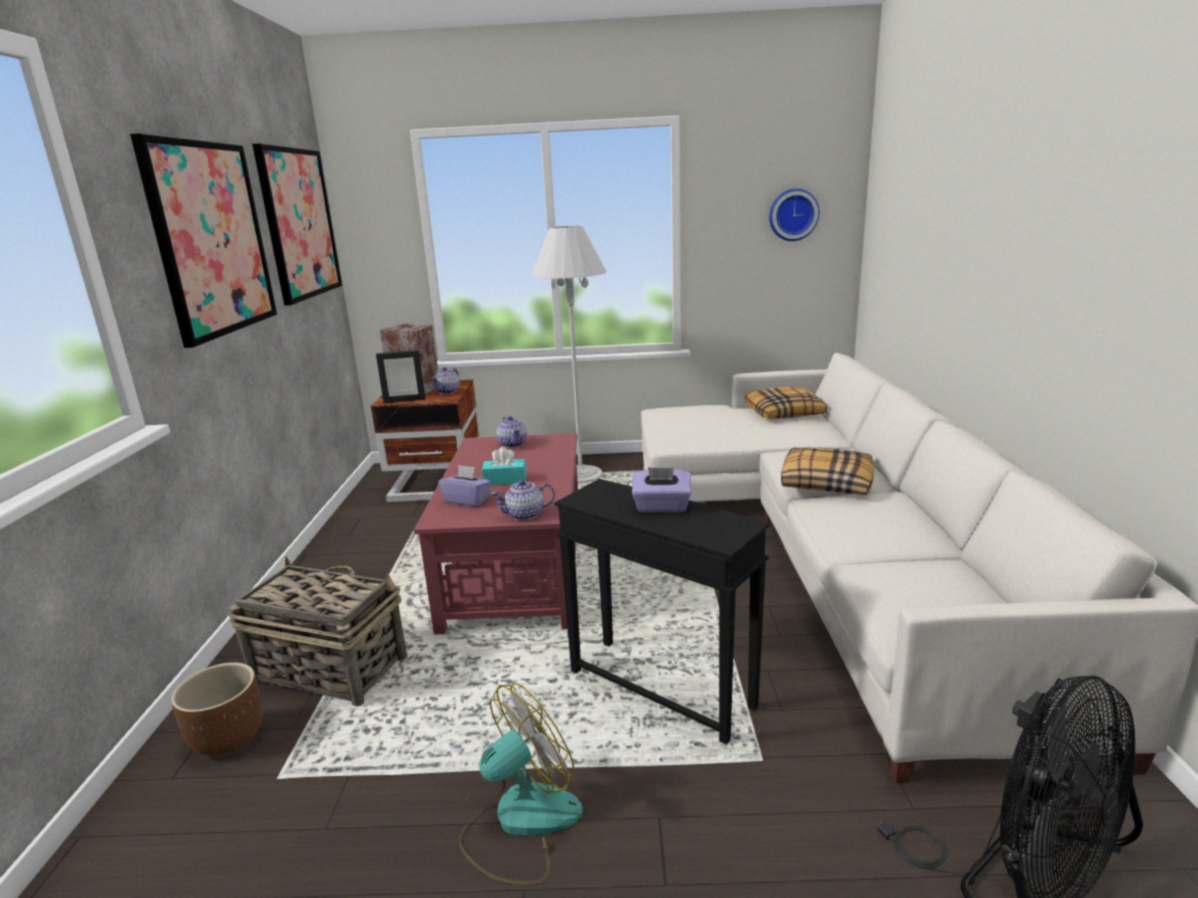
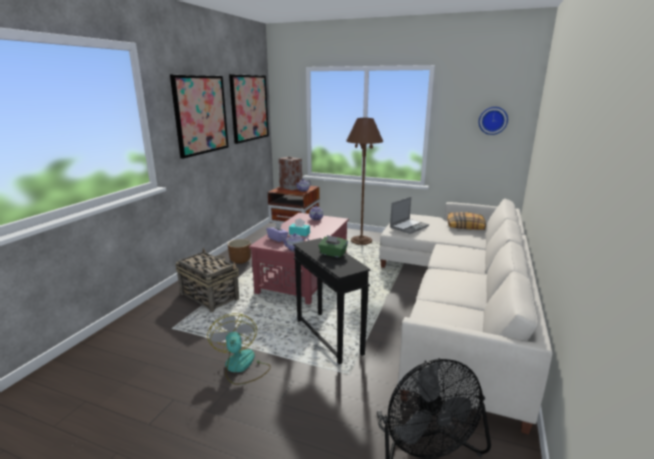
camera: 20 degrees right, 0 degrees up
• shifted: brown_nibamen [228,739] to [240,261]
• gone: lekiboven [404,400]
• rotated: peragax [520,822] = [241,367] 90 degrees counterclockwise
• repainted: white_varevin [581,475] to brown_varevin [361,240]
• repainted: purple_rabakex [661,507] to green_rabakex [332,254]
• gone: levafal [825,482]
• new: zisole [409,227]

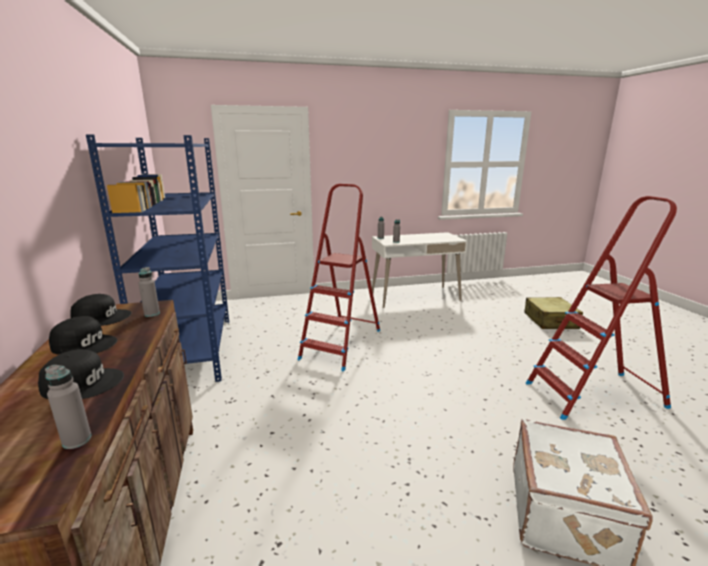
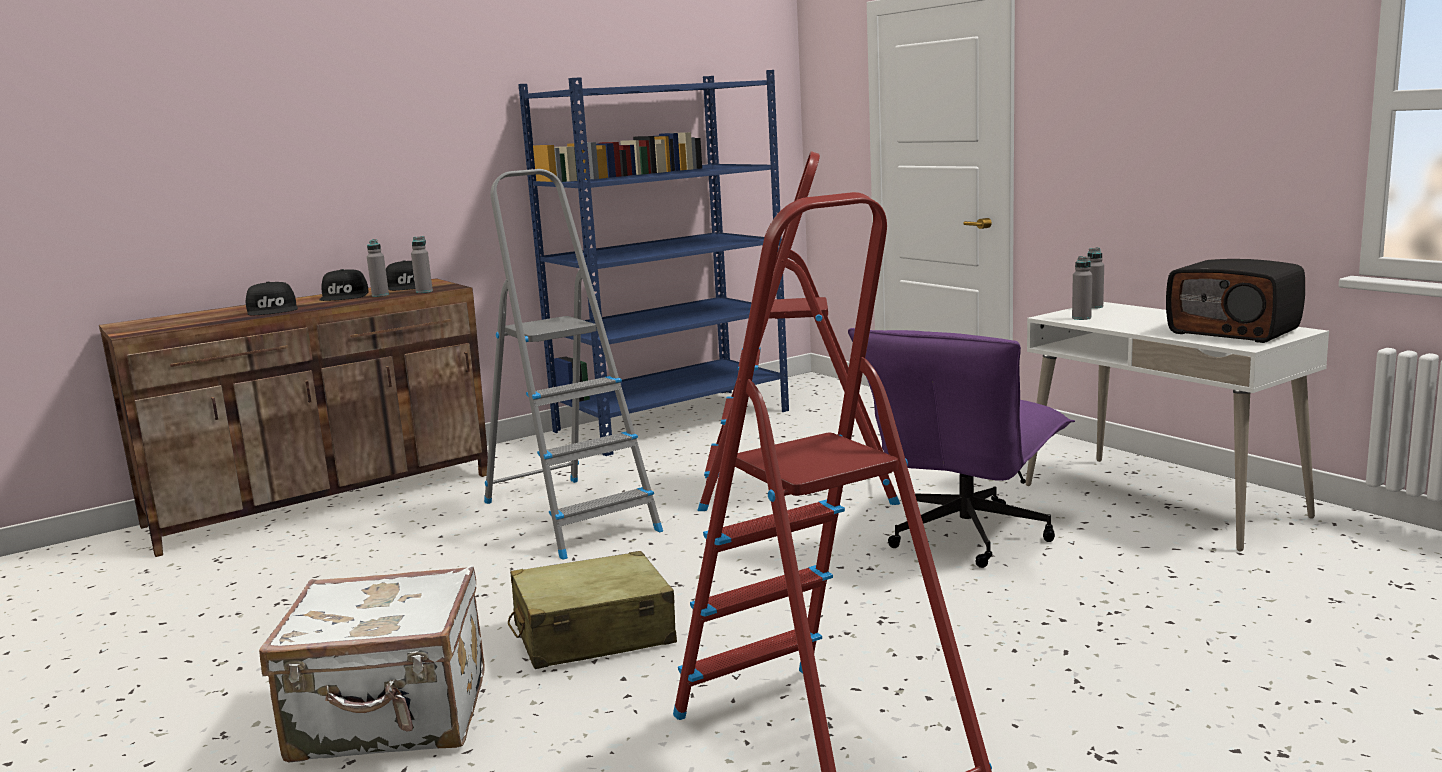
camera: 70 degrees right, 5 degrees down
• shifted: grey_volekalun [77,440] to [380,295]
• shifted: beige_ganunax [550,321] to [592,634]
• new: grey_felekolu [570,516]
• new: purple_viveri [968,534]
• new: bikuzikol [1234,331]

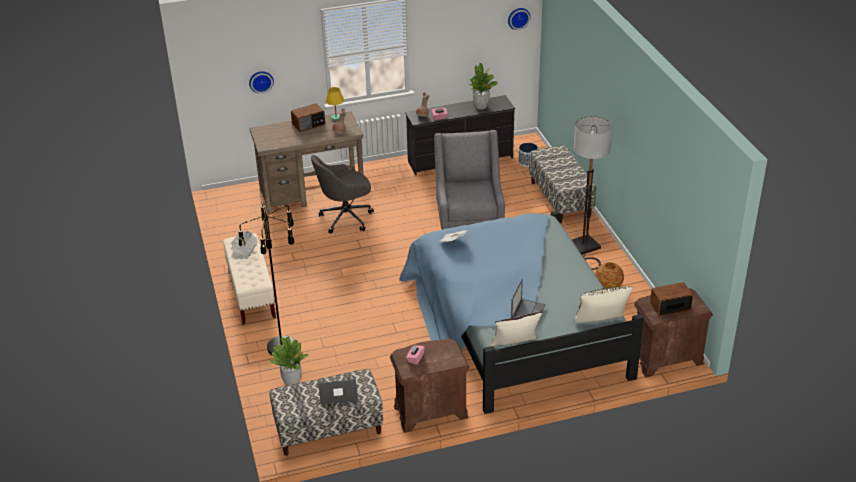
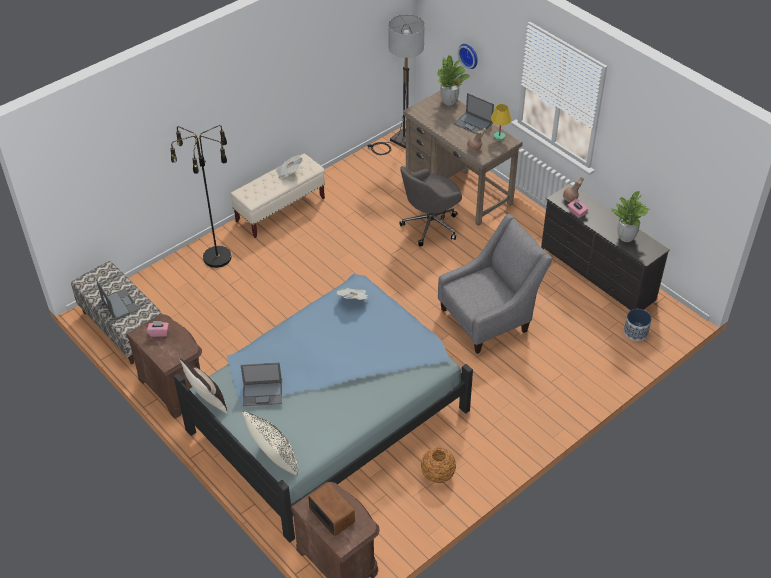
camera: 65 degrees right, 10 degrees up
• shifted: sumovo [292,382] to [449,102]
• swapped: bikuzikol [309,124] to zisole [473,124]
• rotated: grey_viveri [345,219] = [430,227] 75 degrees counterclockwise
• gone: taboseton [518,18]
• gone: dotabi [560,200]
• shifted: varevin [586,251] to [398,142]

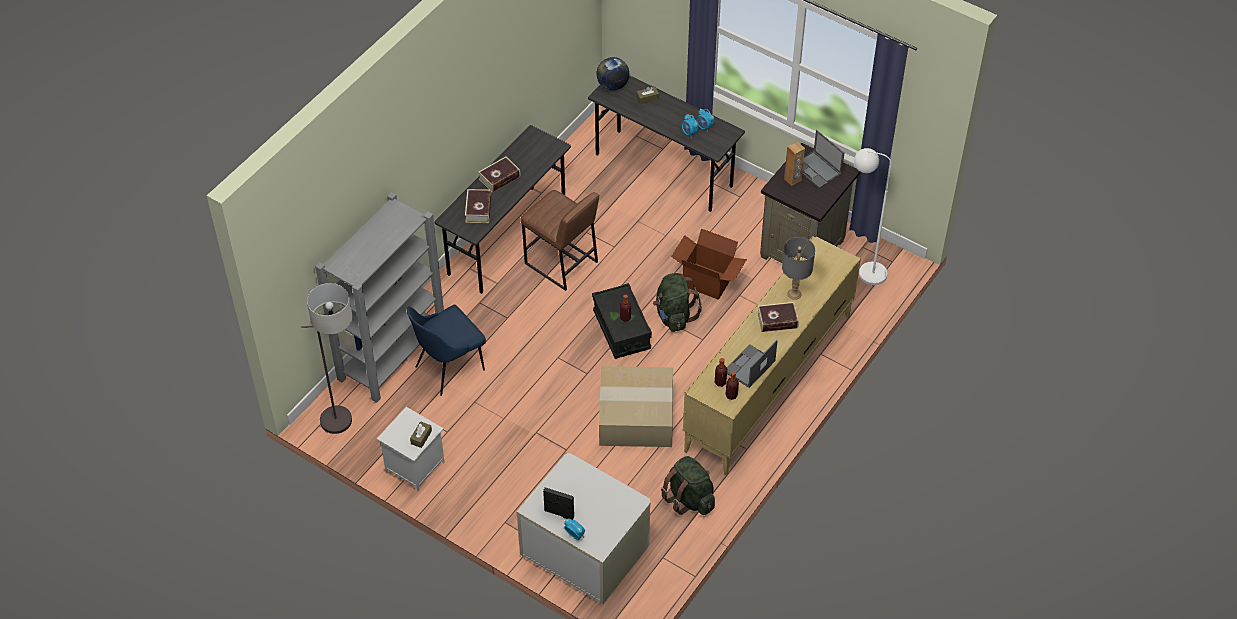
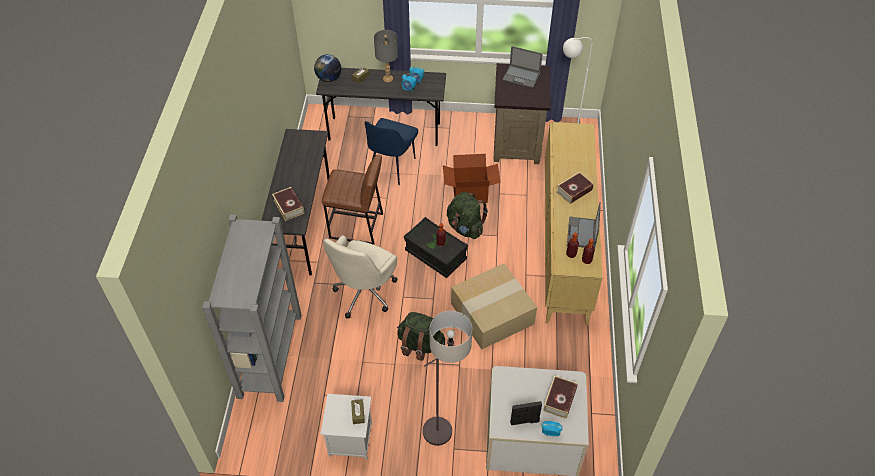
camera: 30 degrees left, 0 degrees up
• shifted: grey_varevin [346,420] to [444,427]
• shifted: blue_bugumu [449,369] to [391,167]
• shifted: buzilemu [499,178] to [559,399]
• shifted: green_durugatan [689,498] to [420,345]
• shifted: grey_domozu [794,294] to [388,79]
• gone: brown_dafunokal [792,179]
• new: beige_viveri [364,293]

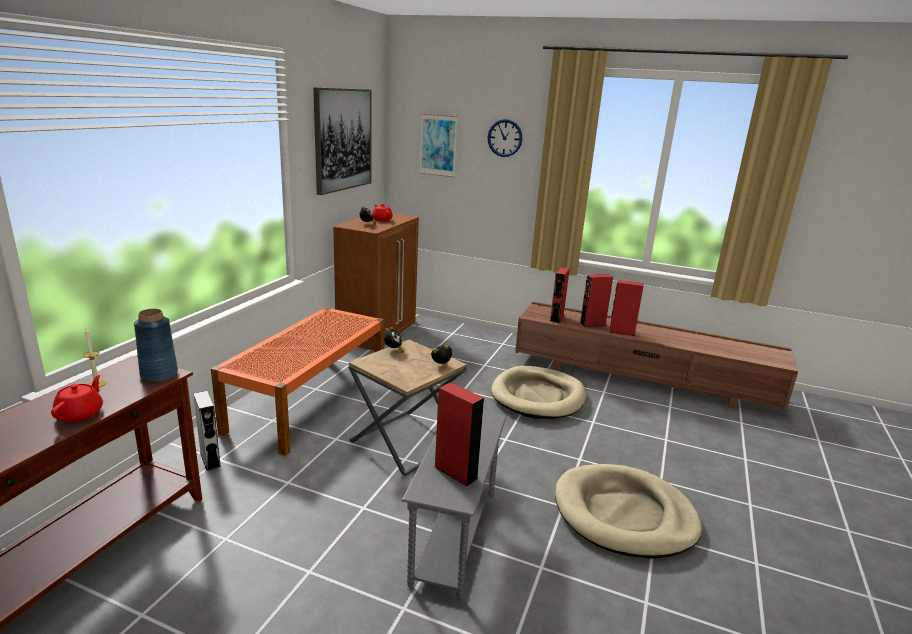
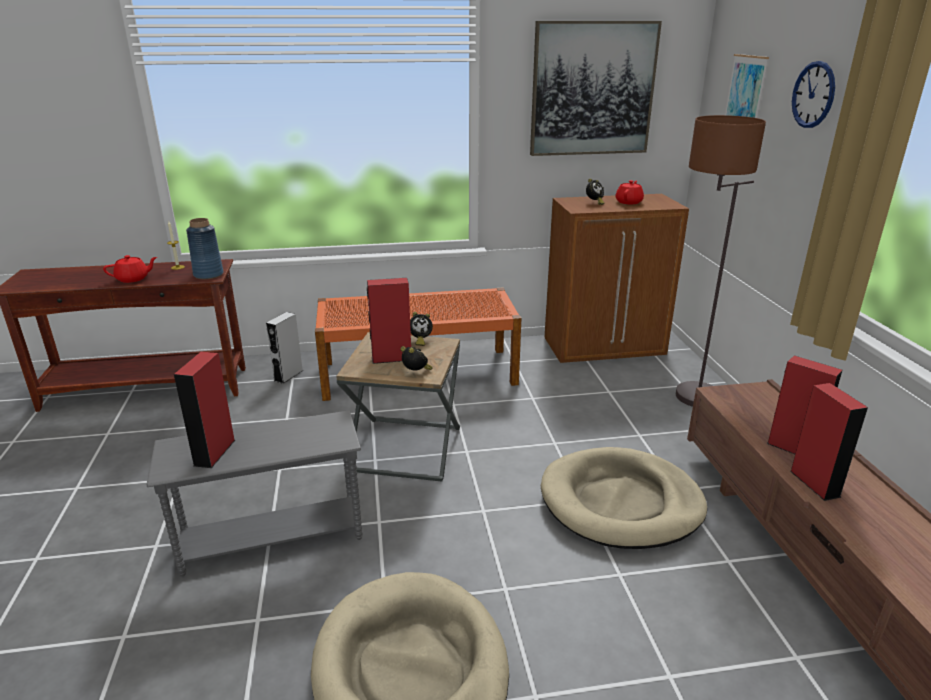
camera: 60 degrees right, 5 degrees up
• shifted: red_dafunokal [556,318] to [391,358]
• new: brown_varevin [688,400]

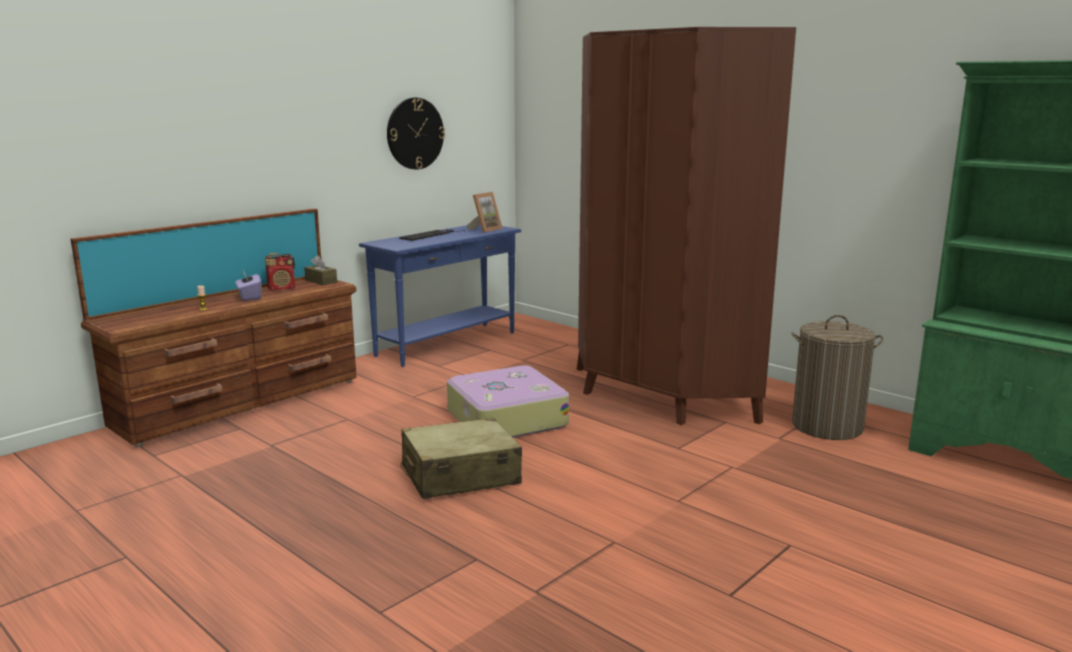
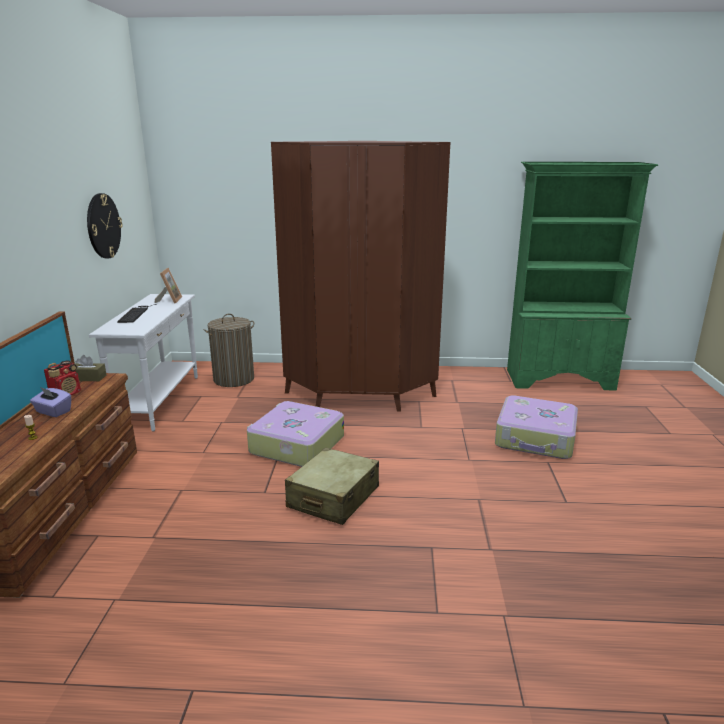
camera: 40 degrees left, 5 degrees up
• repainted: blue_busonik [447,344] to white_busonik [159,401]
• shifted: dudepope [827,426] to [234,379]
• new: ganunax [536,438]

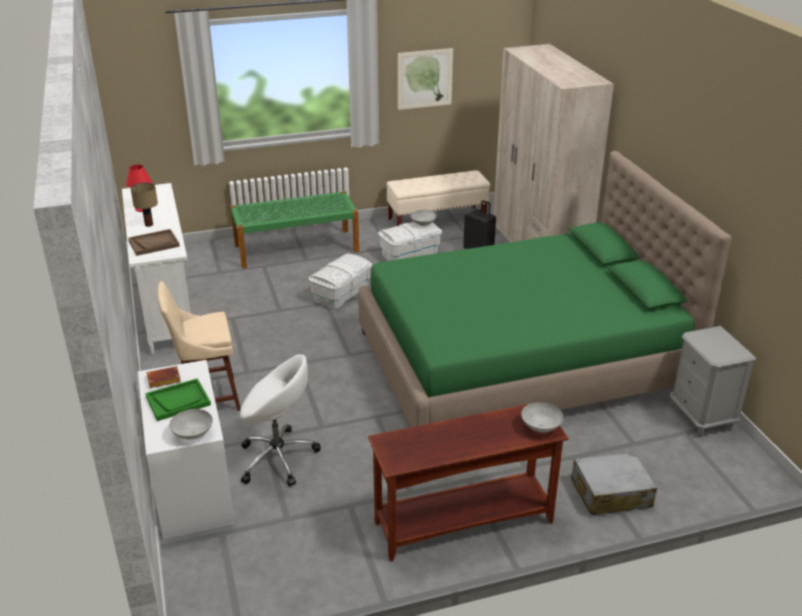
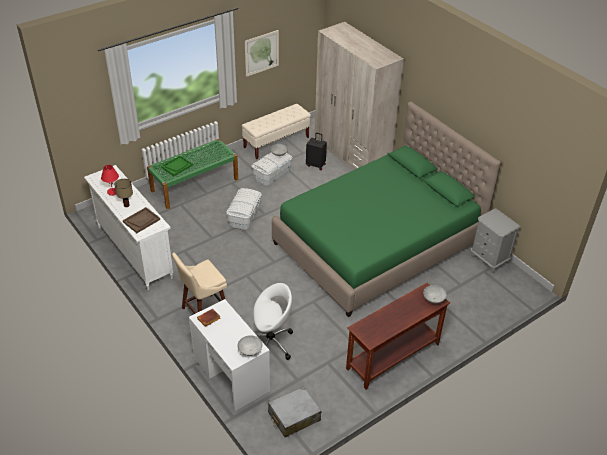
camera: 20 degrees left, 10 degrees up
• shifted: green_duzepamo [178,401] to [177,166]
• shifted: grey_ganunax [610,493] to [294,416]

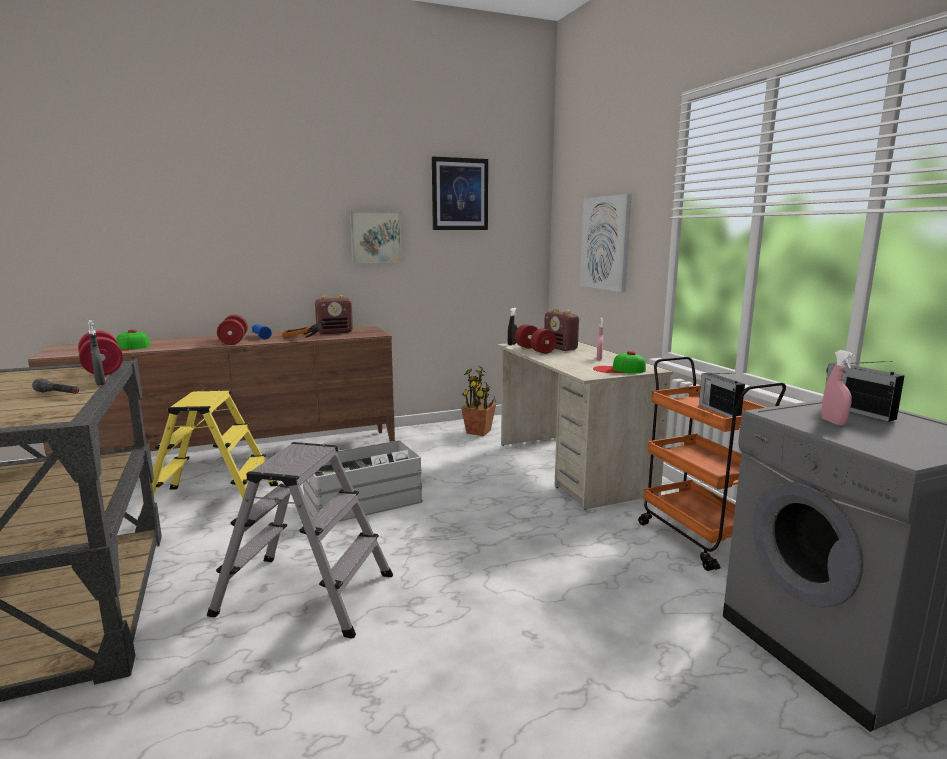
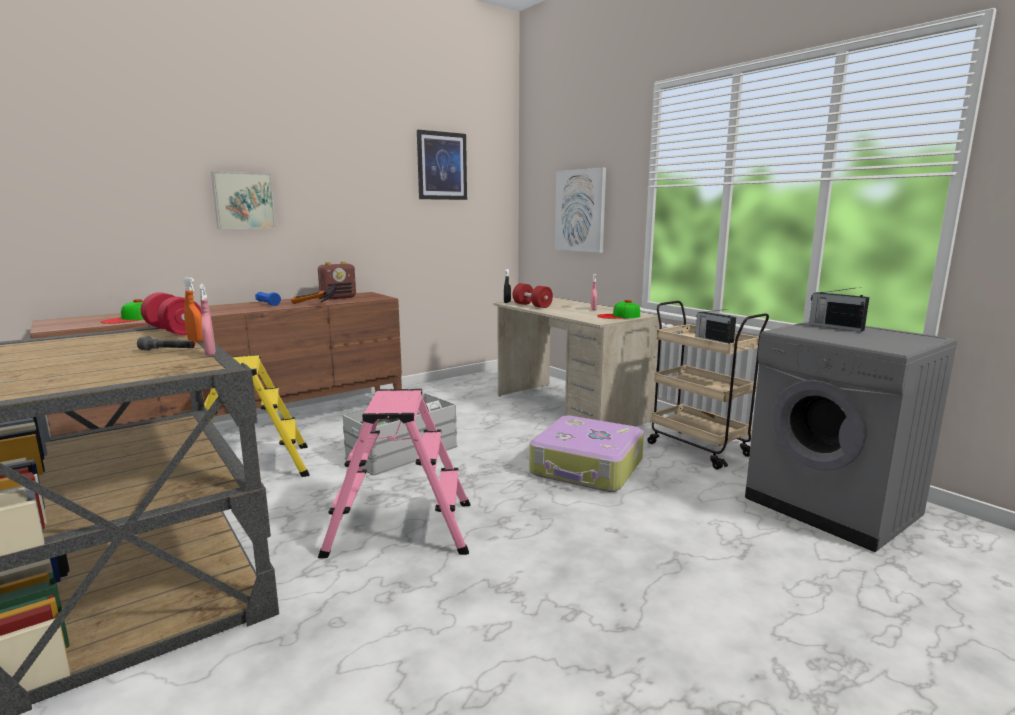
camera: 15 degrees left, 0 degrees up
• repainted: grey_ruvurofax [100,383] to orange_ruvurofax [196,341]
• repainted: grey_felekolu [304,594] to pink_felekolu [400,528]
• gone: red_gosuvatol [234,341]
• shifted: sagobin [375,237] to [243,201]
• gone: sumovo [479,432]
• gone: bikuzikol [561,348]
• repainted: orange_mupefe [698,540] to beige_mupefe [699,449]
• shifted: pink_ruvurofax [833,422] to [210,353]
• new: ganunax [587,468]

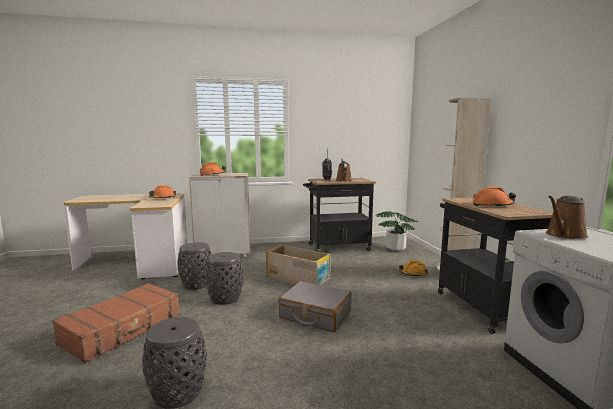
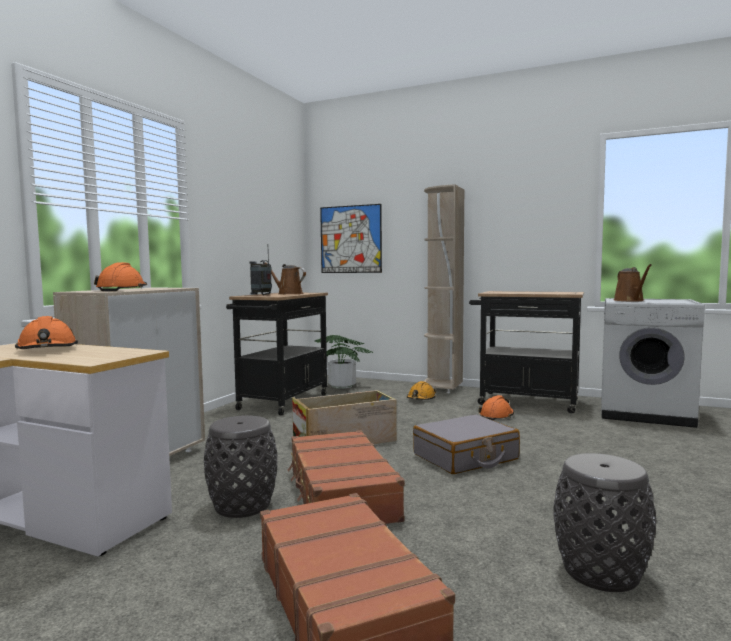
camera: 55 degrees left, 5 degrees down
• swapped: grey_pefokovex [225,298] to brown_ganunax [340,494]
• shifted: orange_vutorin [492,205] to [496,415]
• new: sagobin [350,239]

